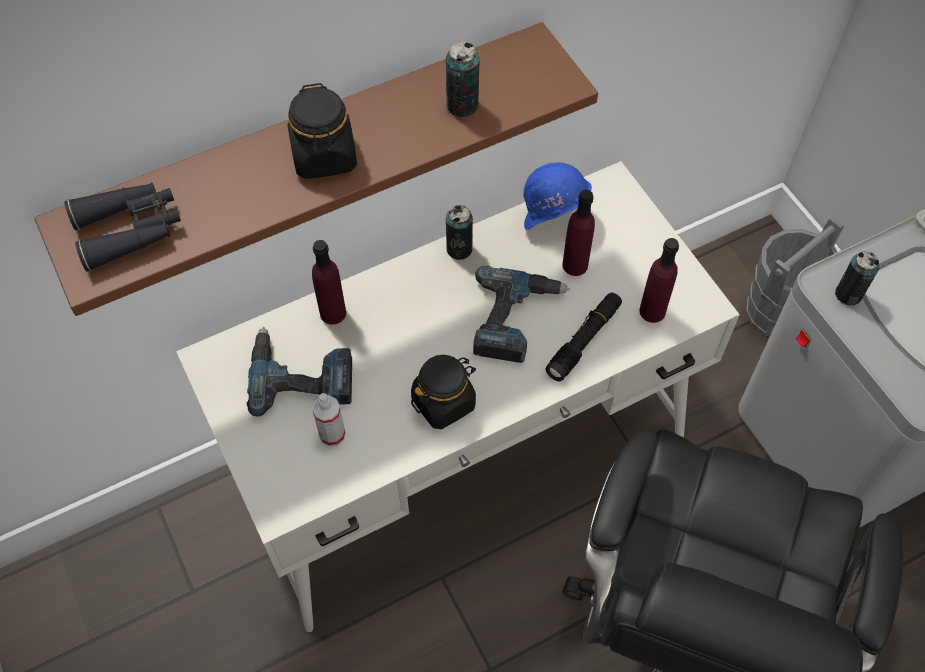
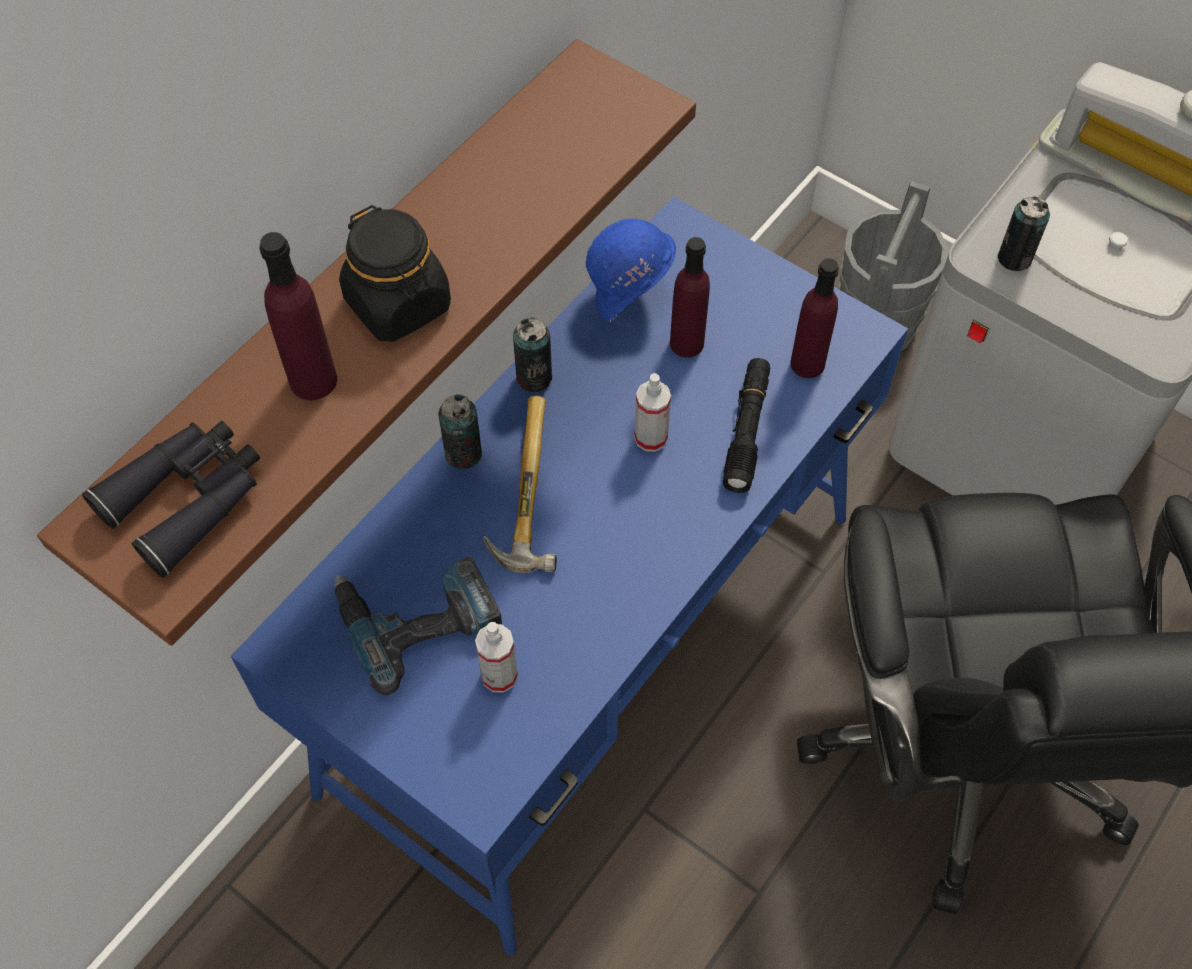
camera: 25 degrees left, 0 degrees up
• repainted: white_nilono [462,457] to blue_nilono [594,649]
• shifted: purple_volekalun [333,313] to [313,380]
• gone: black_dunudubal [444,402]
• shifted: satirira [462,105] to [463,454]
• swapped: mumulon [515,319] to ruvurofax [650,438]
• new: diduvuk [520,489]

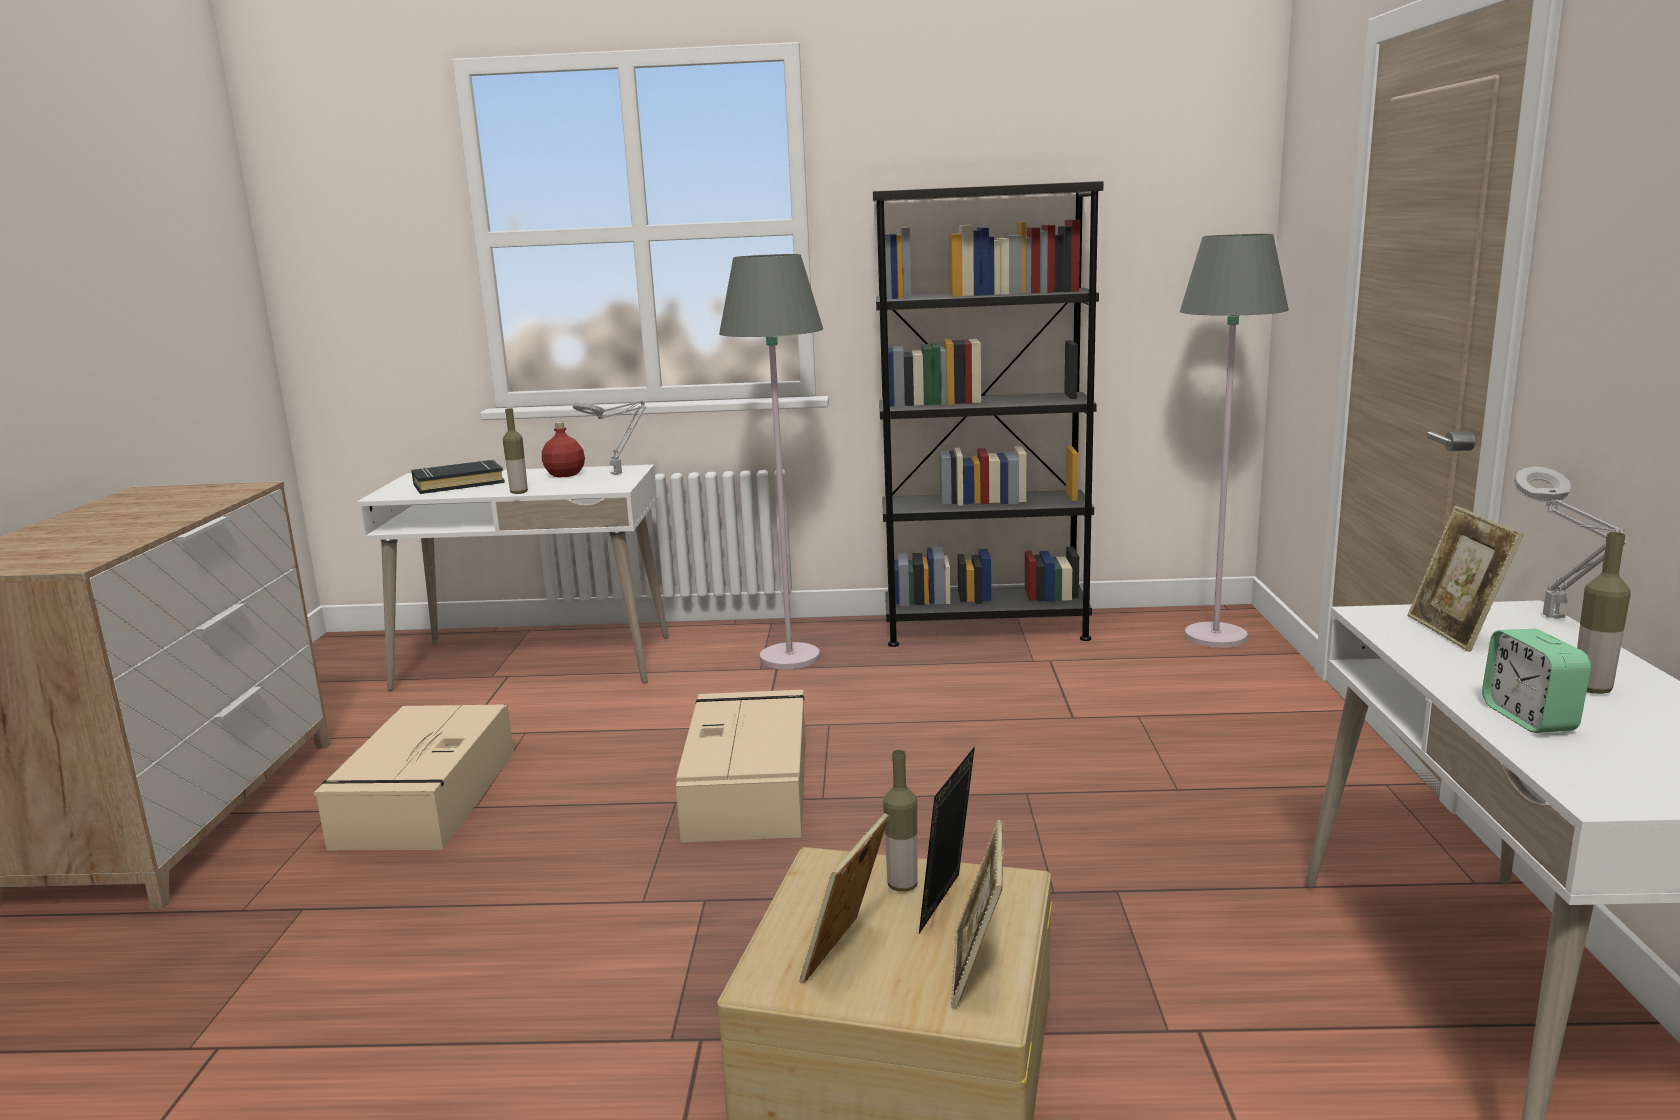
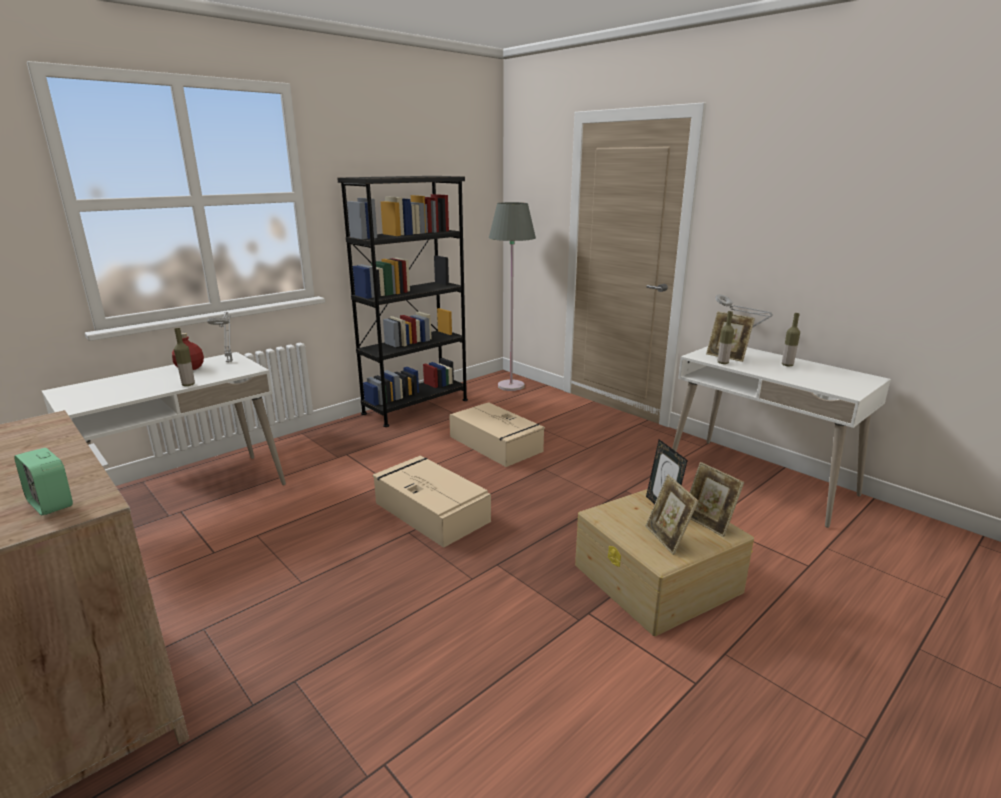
camera: 45 degrees left, 5 degrees up
• shifted: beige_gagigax [425,800] to [496,444]
• gone: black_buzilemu [458,483]
• gone: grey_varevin [789,658]
• shifted: volekalun [902,885] to [722,363]
• shifted: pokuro [1529,718] to [51,503]

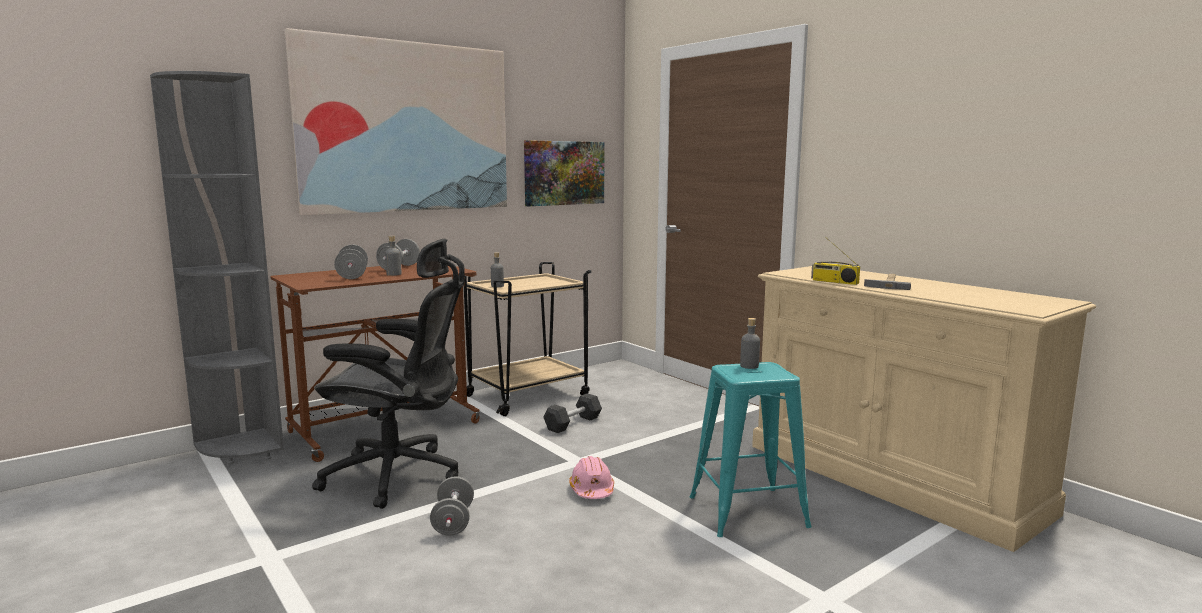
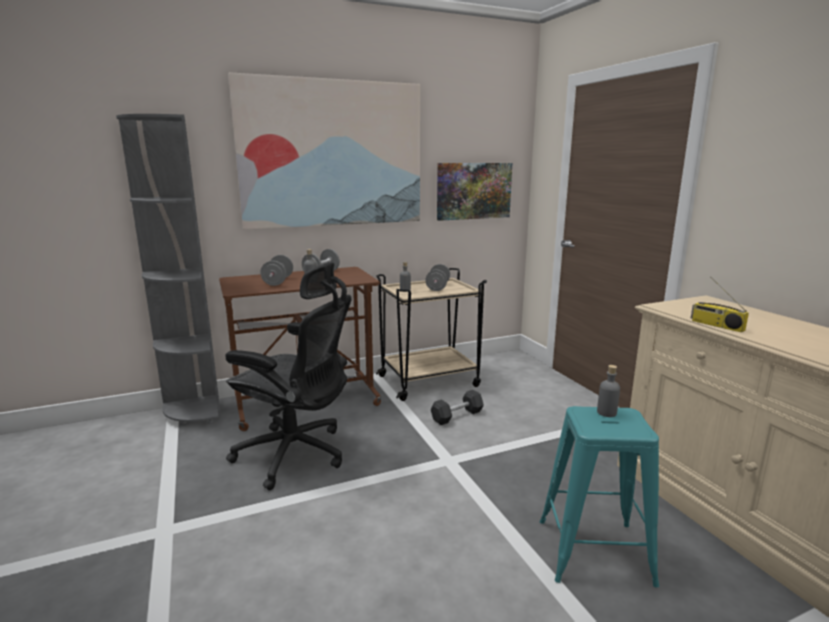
camera: 15 degrees right, 5 degrees up
• shifted: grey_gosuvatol [453,522] to [438,287]
• gone: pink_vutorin [592,490]
• gone: diduvuk [888,283]

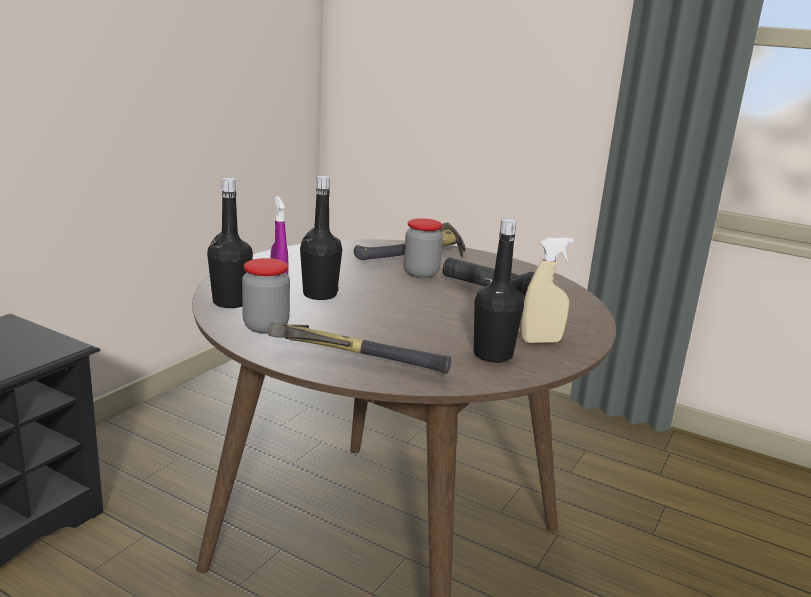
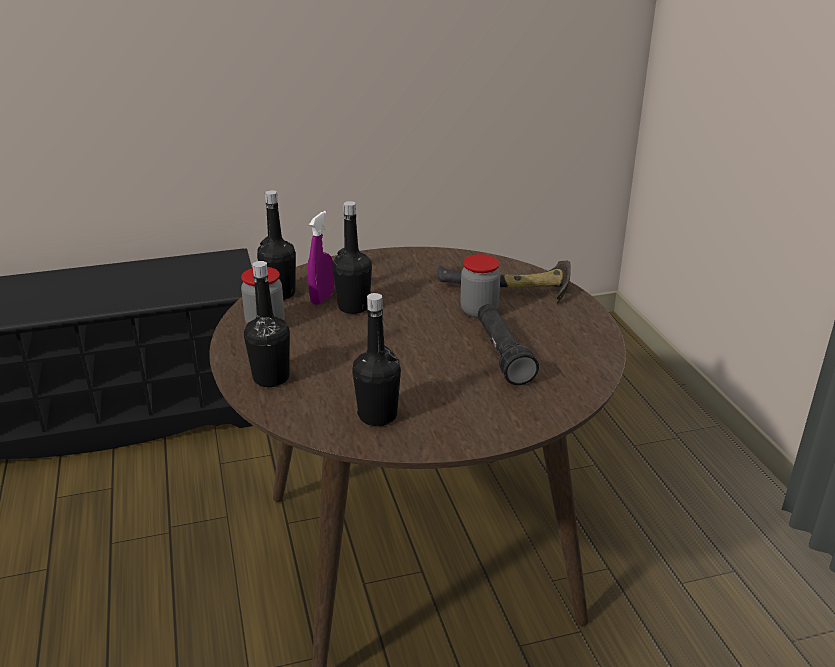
camera: 45 degrees right, 10 degrees up
• swapped: diduvuk [356,361] to black_volekalun [271,378]
• gone: beige_ruvurofax [541,341]

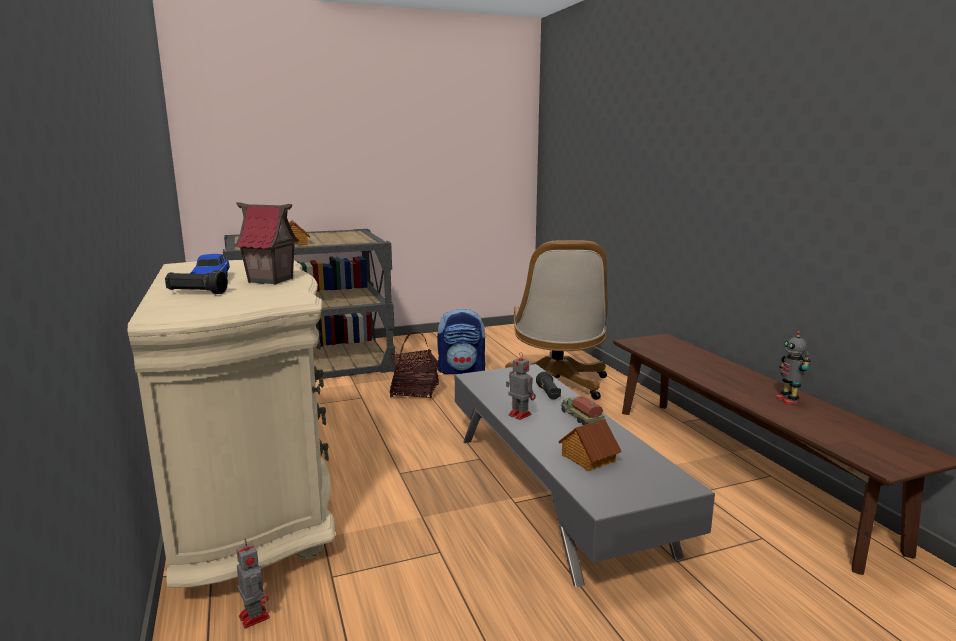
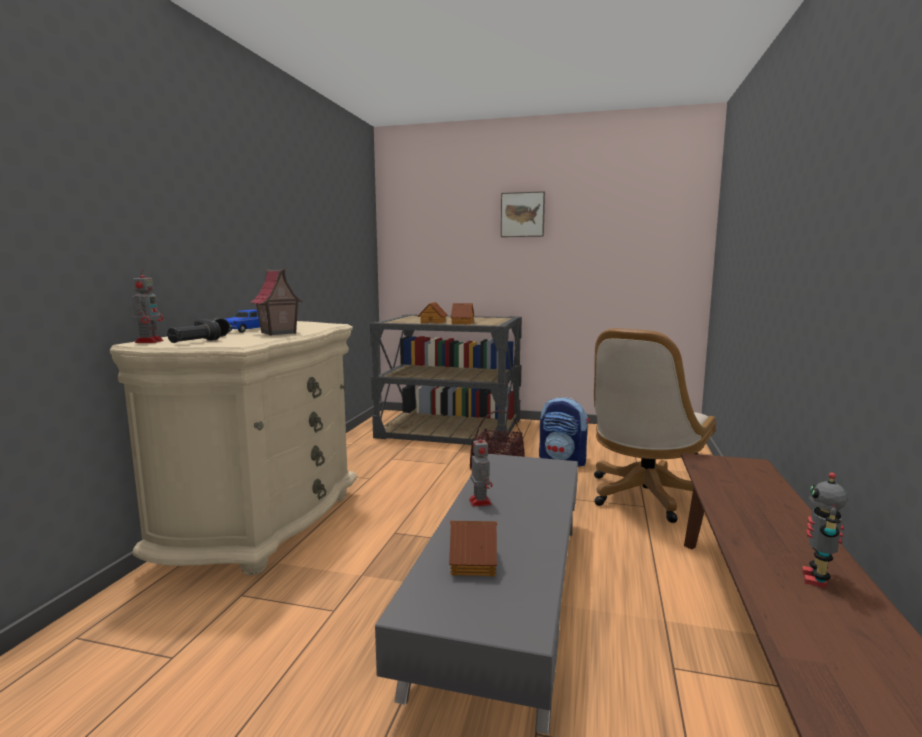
camera: 35 degrees right, 5 degrees down
• shifted: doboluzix [253,616] to [150,341]
• shifted: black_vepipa [548,394] to [194,342]
• gone: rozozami [581,417]
• new: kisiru [463,323]
• new: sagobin [522,215]

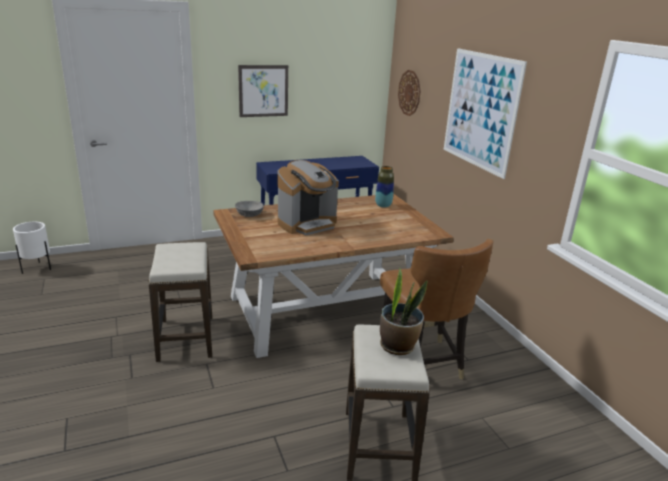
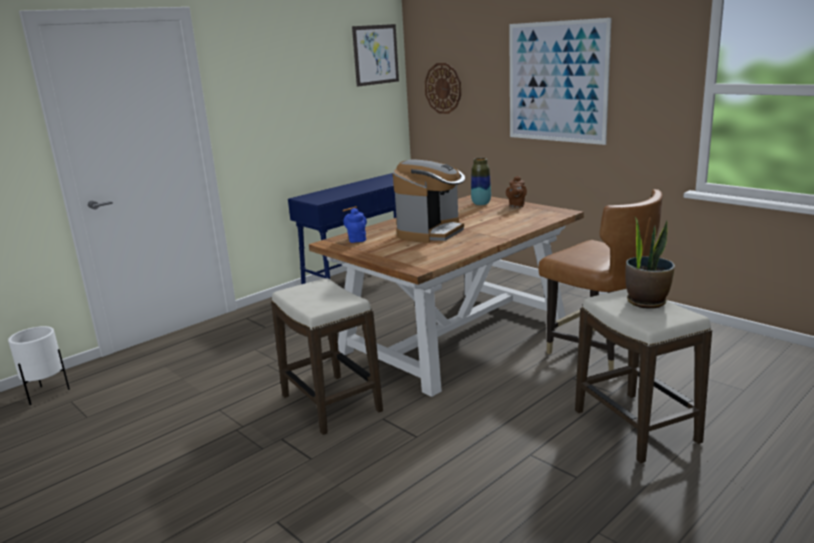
camera: 20 degrees left, 5 degrees down
• swapped: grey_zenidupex [249,215] to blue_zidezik [357,239]
• shifted: sagobin [263,91] to [375,55]
• new: brown_zidezik [516,206]

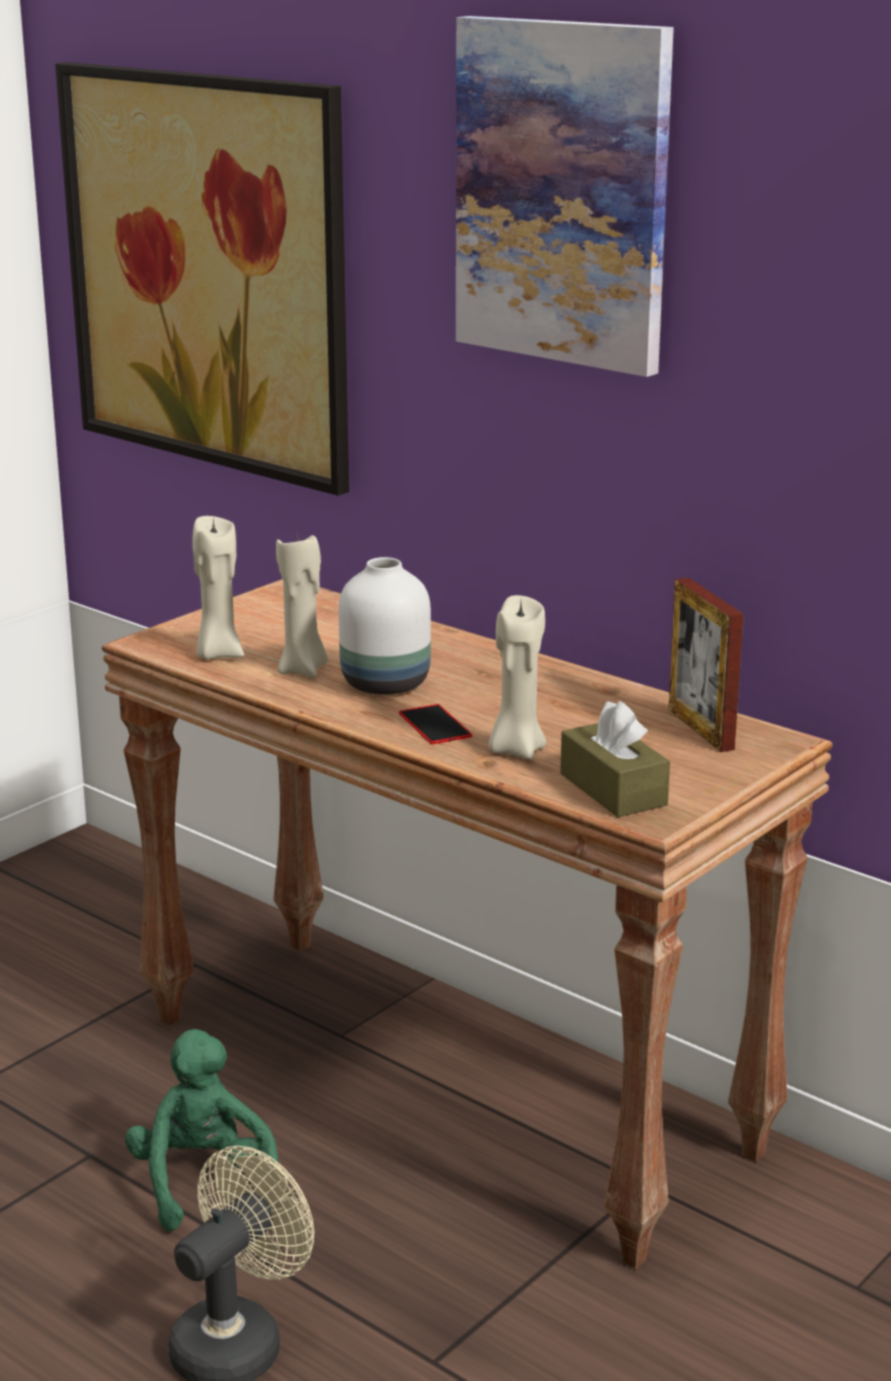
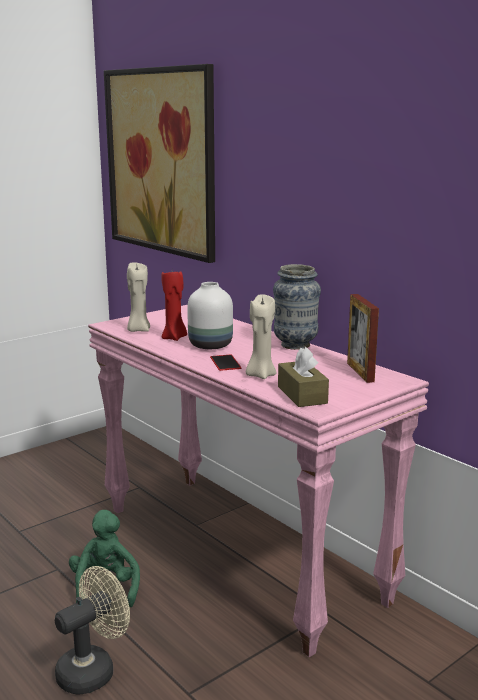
camera: 10 degrees right, 5 degrees down
• repainted: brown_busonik [450,1083] to pink_busonik [241,552]
• repainted: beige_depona [303,670] to red_depona [174,338]
• gone: sagobin [563,193]
• new: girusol [295,345]

